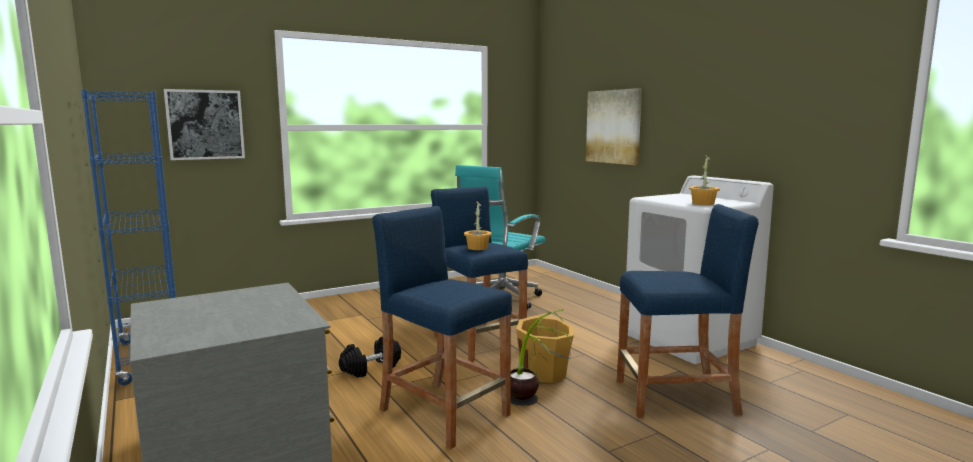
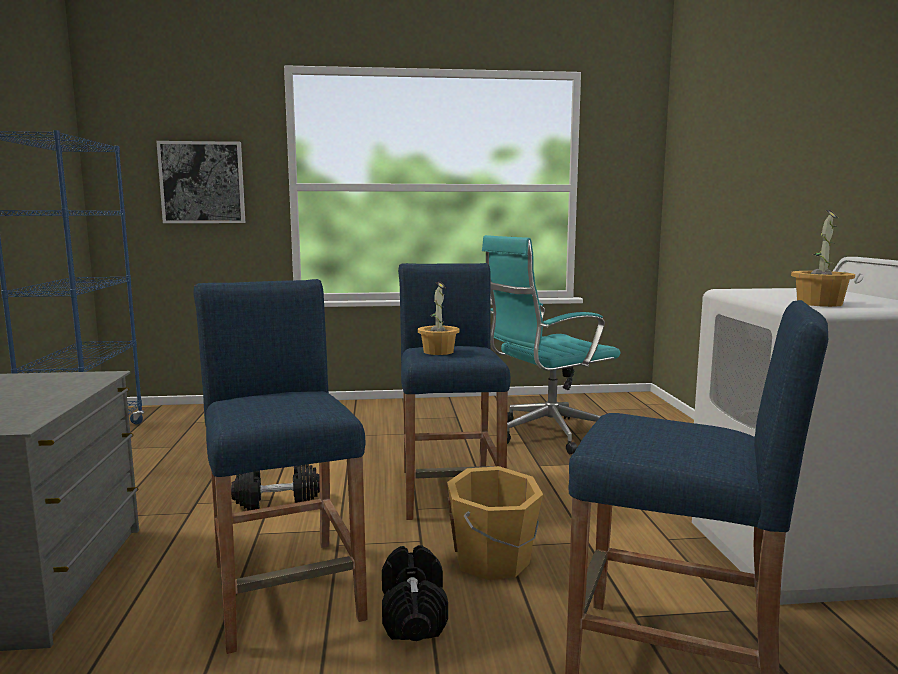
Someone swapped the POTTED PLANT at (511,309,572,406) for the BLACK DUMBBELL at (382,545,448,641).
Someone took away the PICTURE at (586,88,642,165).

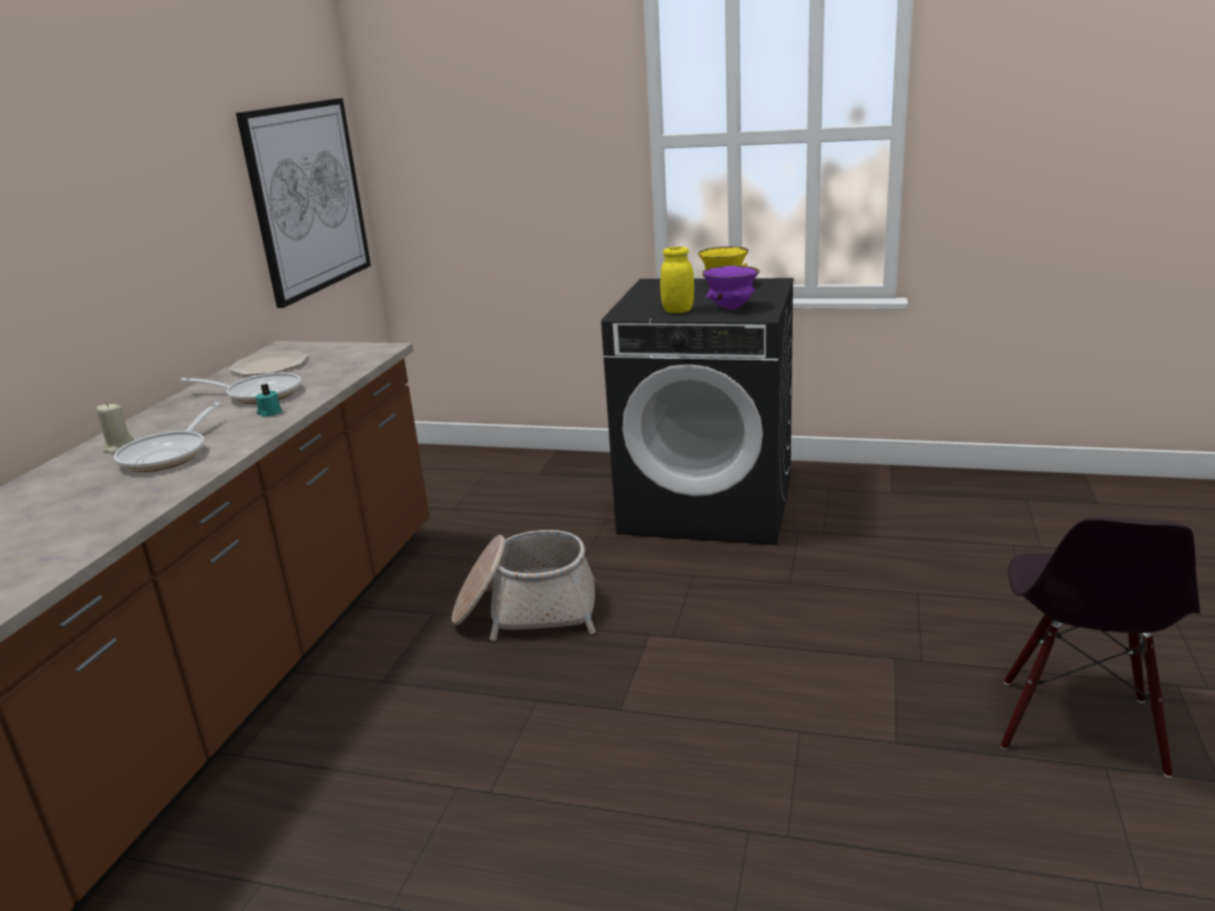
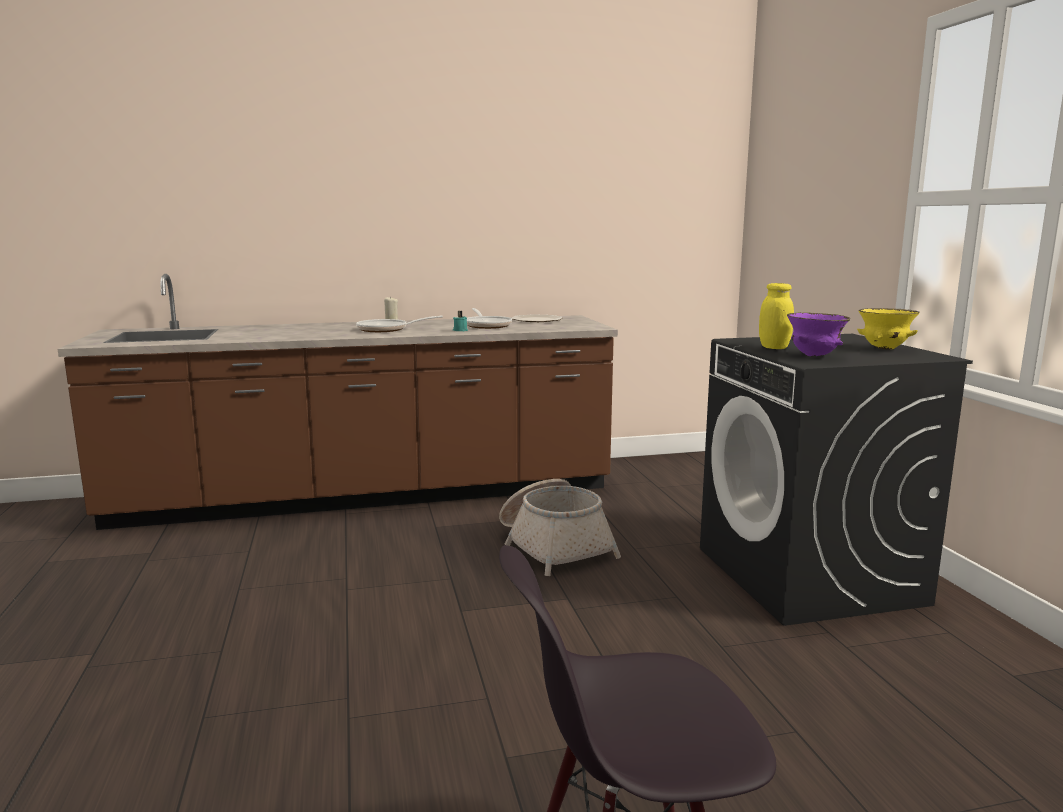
Someone took away the PICTURE at (236,98,371,308).

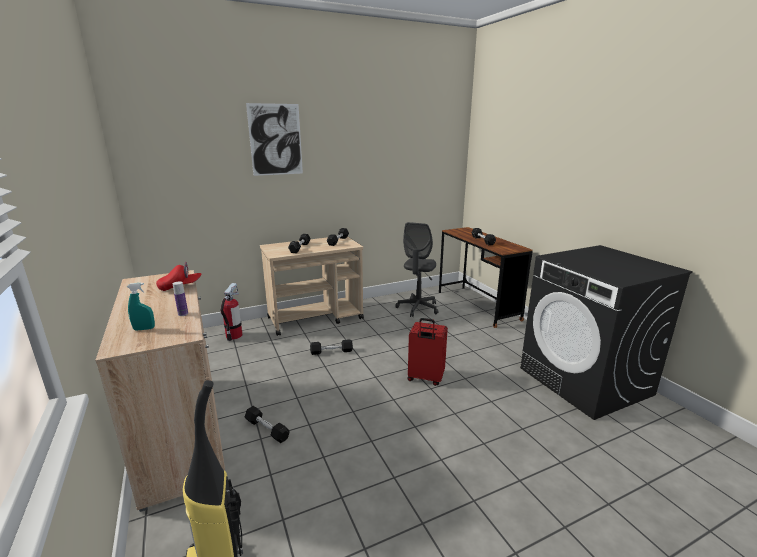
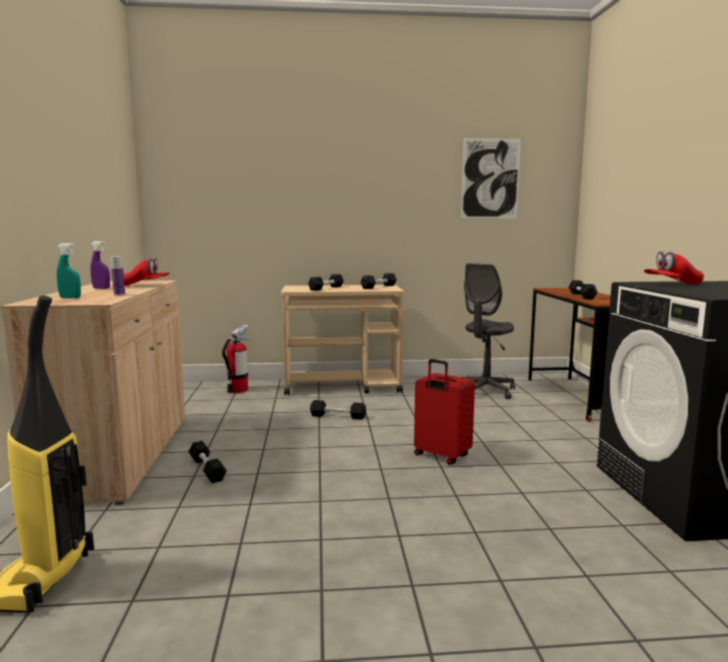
Someone carried the PICTURE from (246,103,303,176) to (461,138,521,218).
Someone put down the PURPLE SPRAY BOTTLE at (91,241,110,289).
Someone put down the RED CAP at (644,251,704,285).

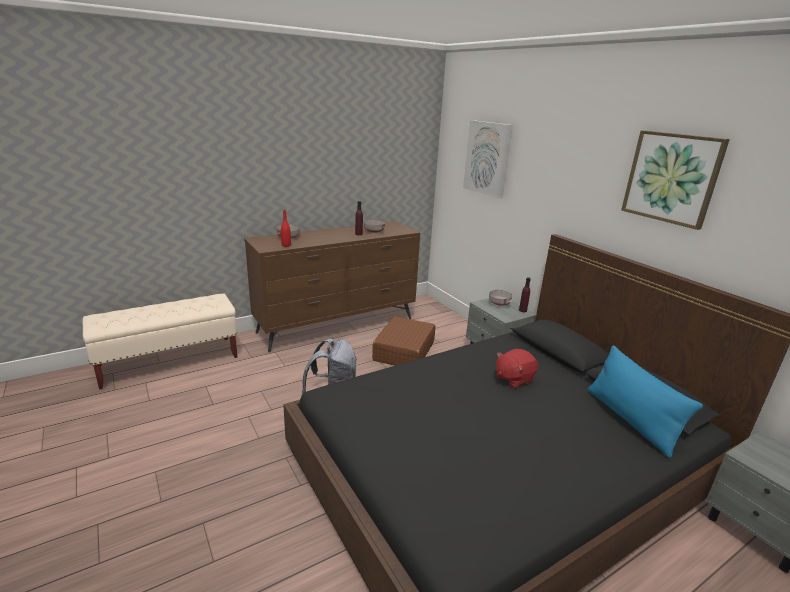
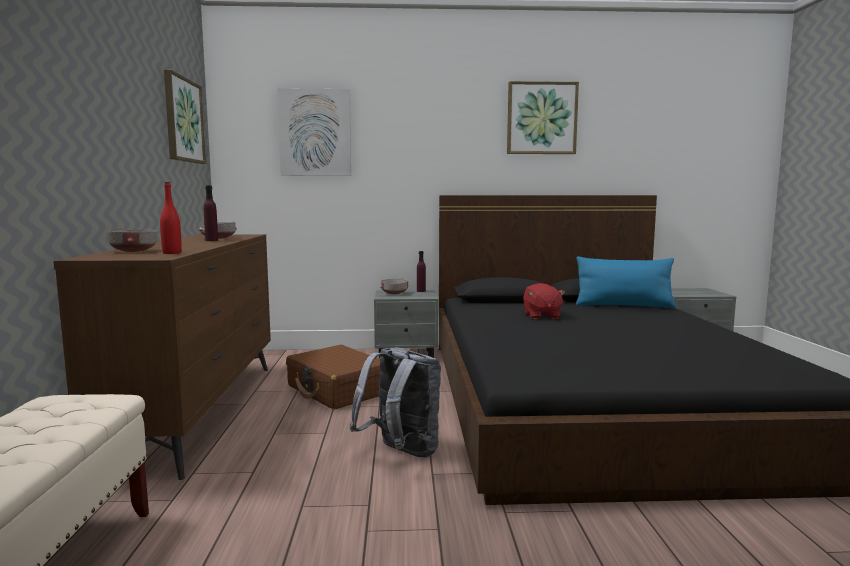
Someone put up the PICTURE at (164,69,206,164).

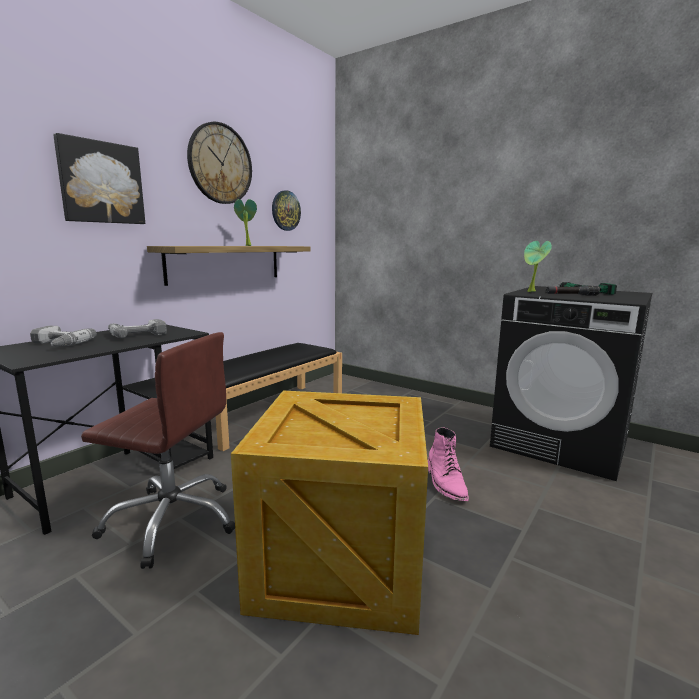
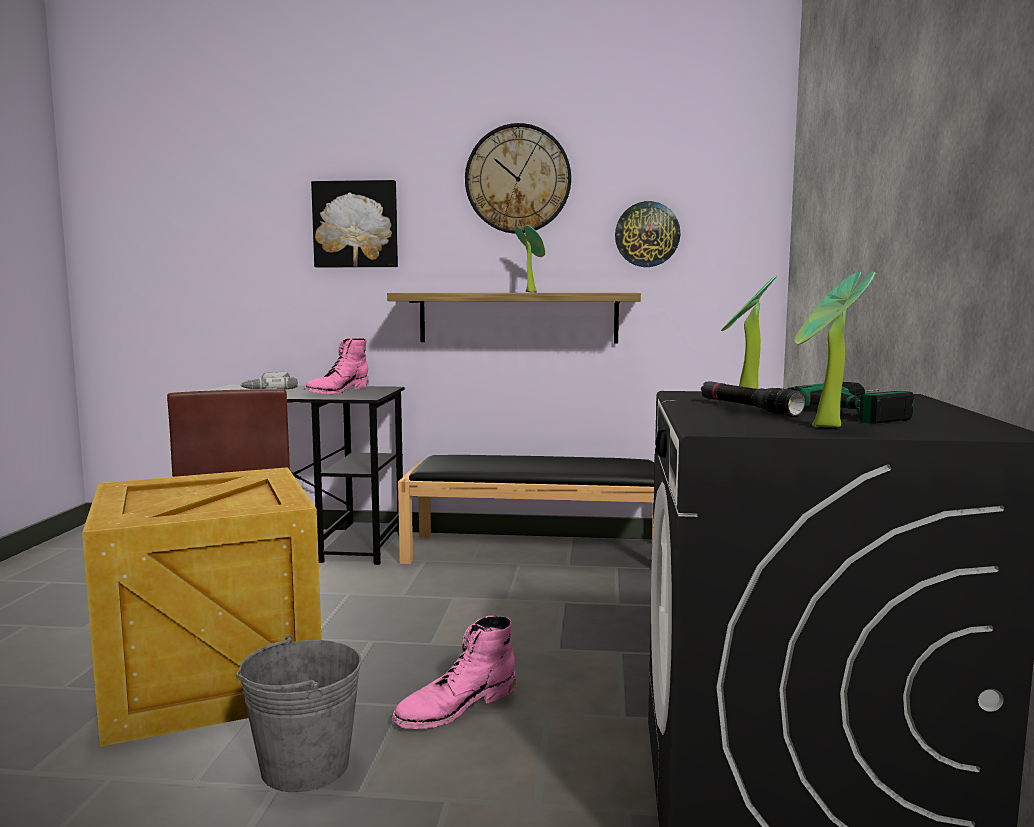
Someone swapped the POWER DRILL at (108,319,167,338) for the PINK BOOT at (304,338,369,394).
Someone put down the GREY BUCKET at (236,635,361,792).
Someone put down the POTTED PLANT at (794,271,875,427).

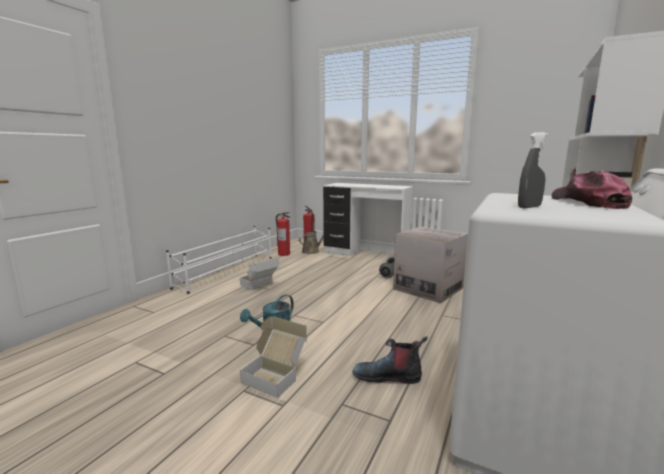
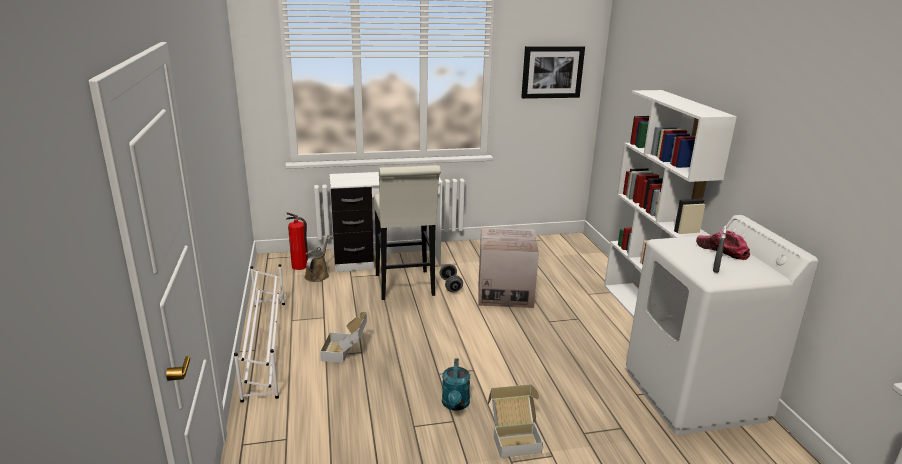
Someone took away the FIRE EXTINGUISHER at (276,212,290,256).
Someone took away the BOOT at (352,336,428,384).
Someone put down the WHITE STOOL at (374,165,441,300).
Someone put up the PICTURE at (521,46,585,99).

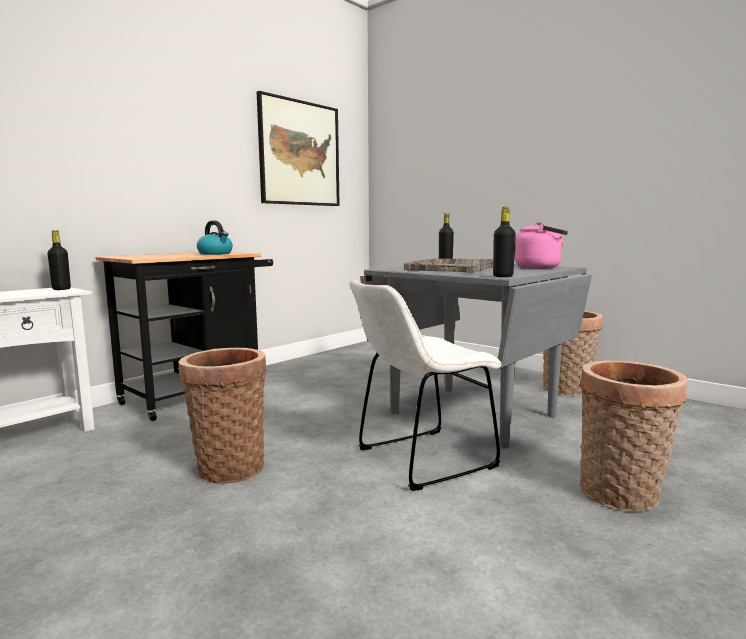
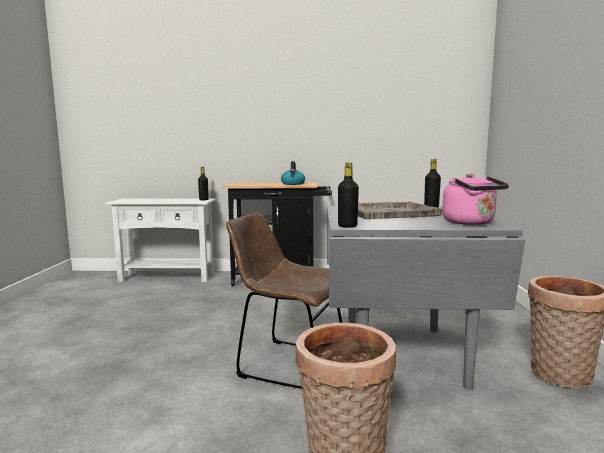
Someone took away the BASKET at (178,348,267,484).
Someone took away the PICTURE at (257,91,340,206).
Someone repainted the WHITE CHAIR at (349,279,502,491), which became the BROWN CHAIR at (226,213,342,389).

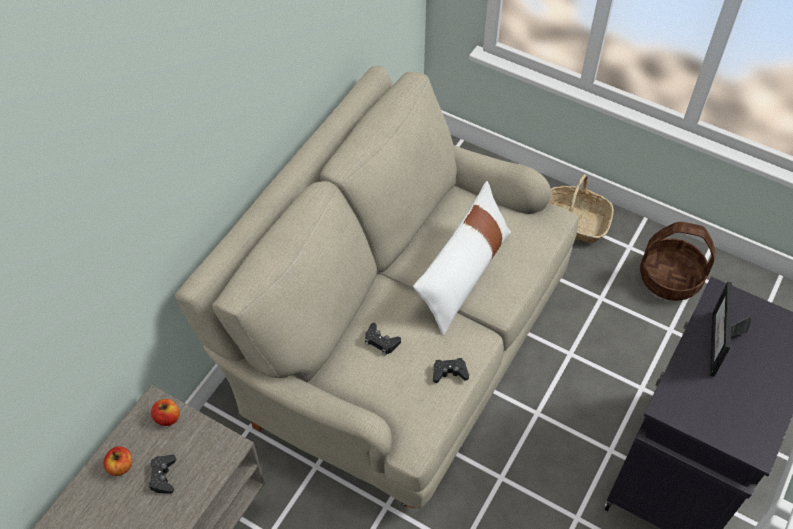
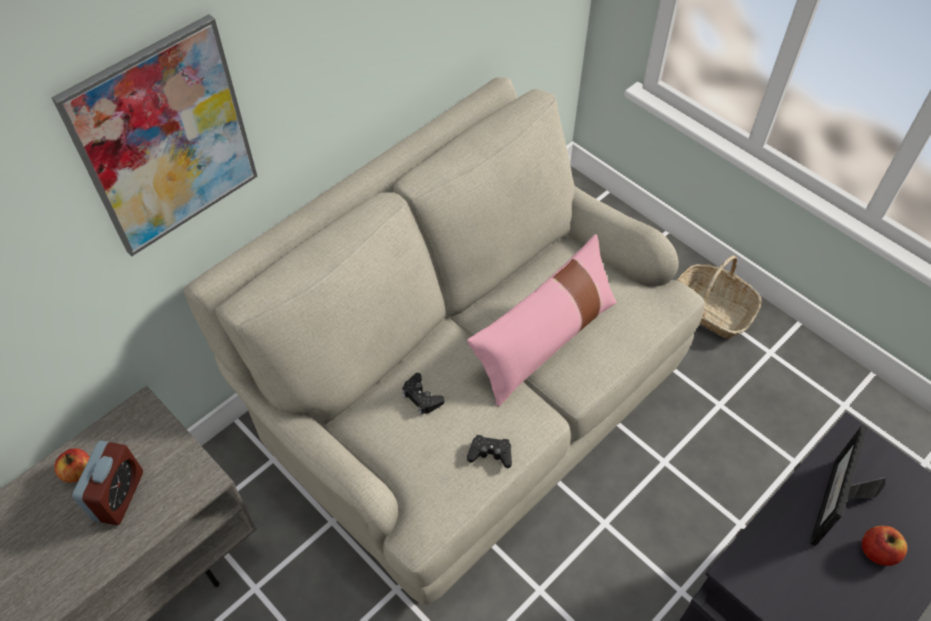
Someone swapped the BLACK GAME CONTROLLER at (149,454,176,494) for the ALARM CLOCK at (72,441,143,525).
Someone carried the APPLE from (151,399,180,426) to (862,526,907,566).
Someone repainted the WHITE PILLOW at (413,181,511,336), which became the PINK PILLOW at (467,234,617,407).
Someone took away the BASKET at (640,222,715,301).
Someone put up the PICTURE at (52,14,258,257).

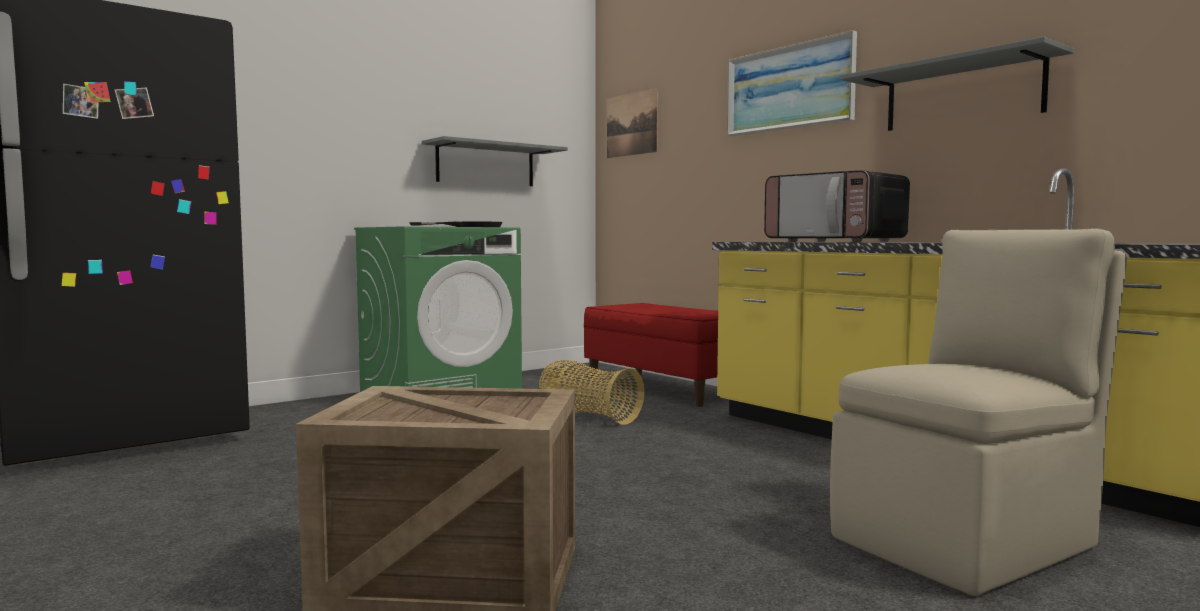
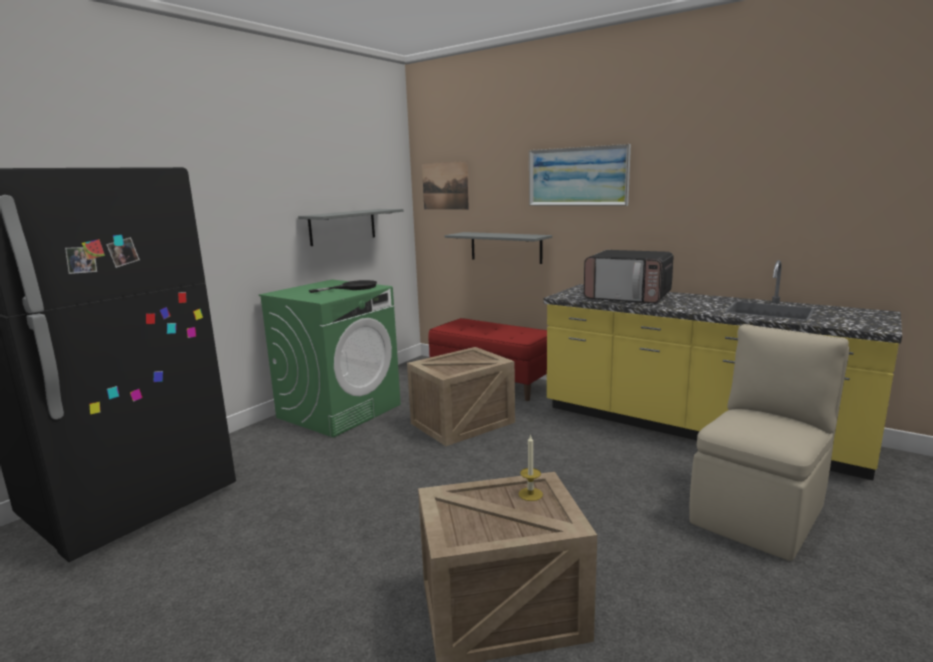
Someone swapped the BASKET at (539,360,645,425) for the CRATE at (407,347,515,446).
Someone carried the GREY SHELF from (840,37,1074,131) to (445,232,552,264).
Someone put down the CANDLE at (518,434,543,501).

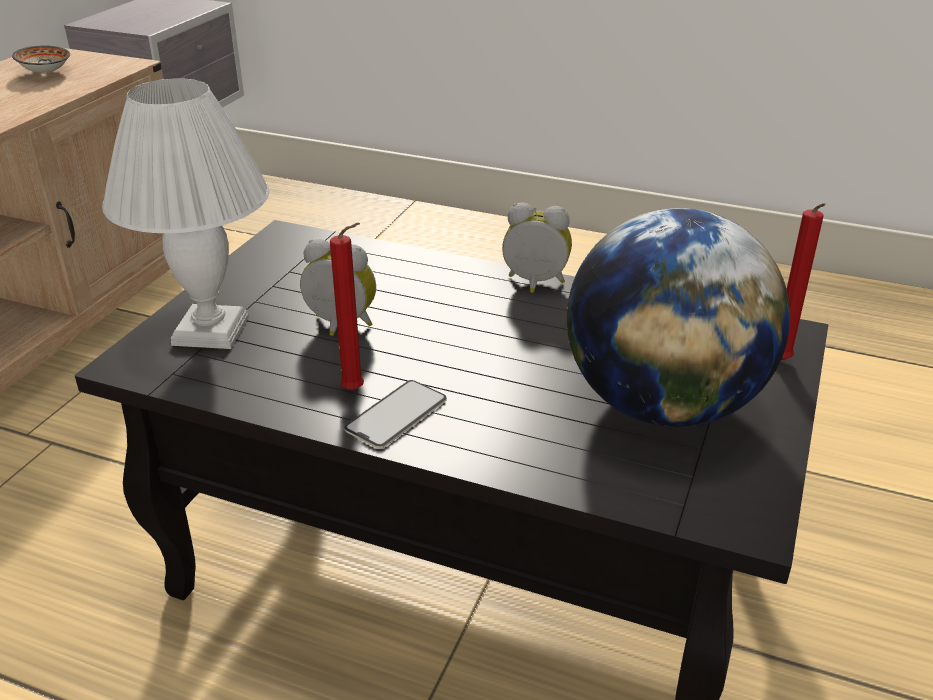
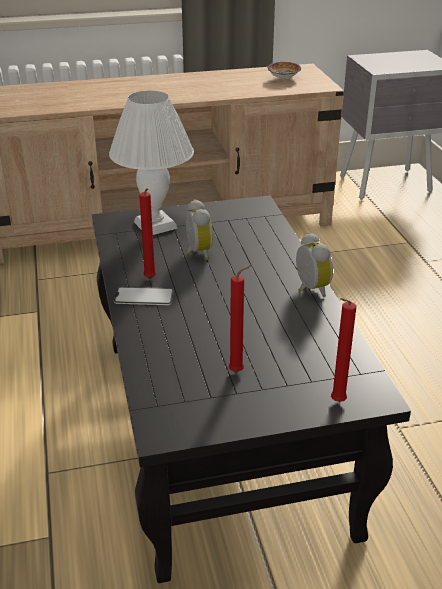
Someone swapped the GLOBE at (567,208,790,427) for the RED CANDLE at (229,265,252,372).

